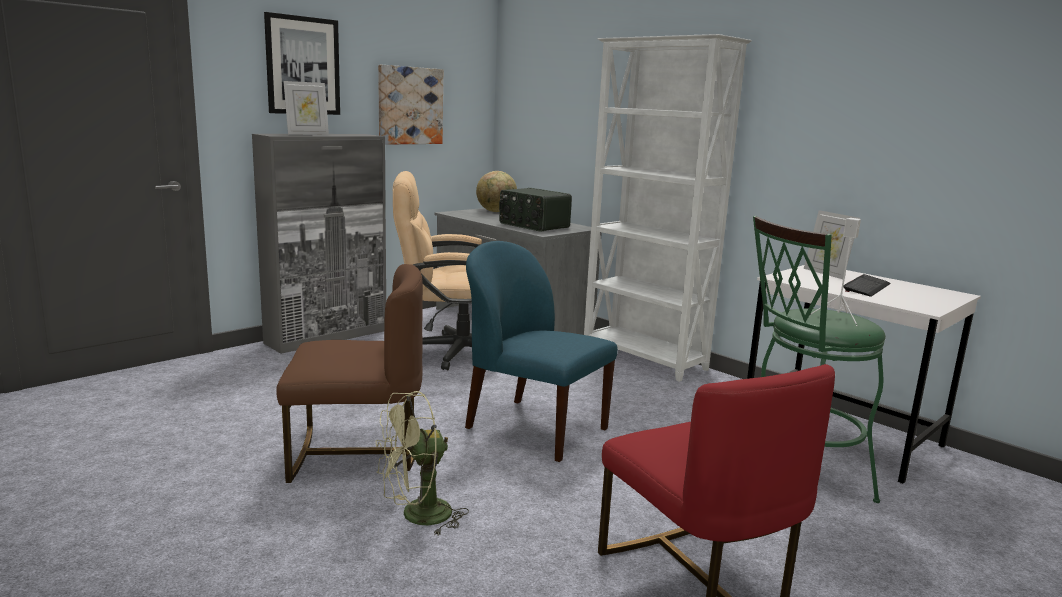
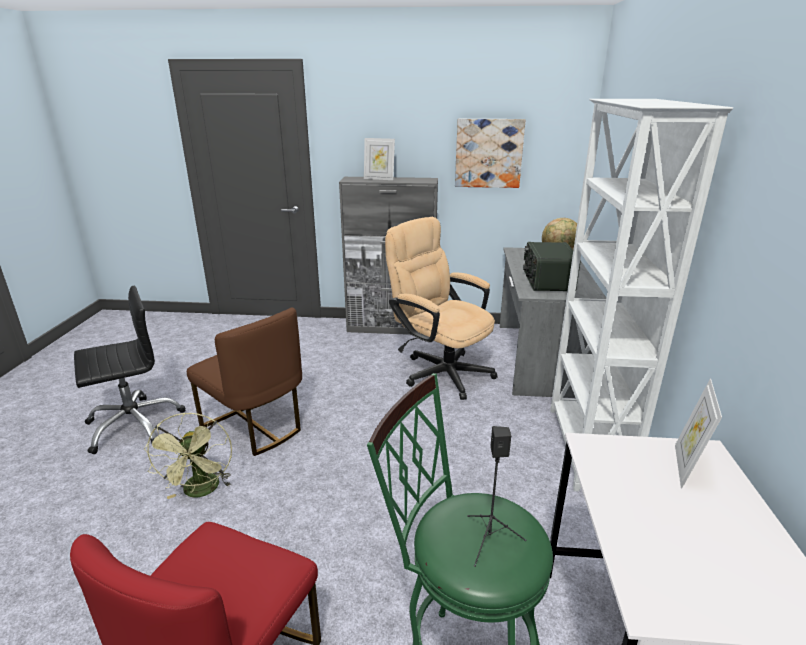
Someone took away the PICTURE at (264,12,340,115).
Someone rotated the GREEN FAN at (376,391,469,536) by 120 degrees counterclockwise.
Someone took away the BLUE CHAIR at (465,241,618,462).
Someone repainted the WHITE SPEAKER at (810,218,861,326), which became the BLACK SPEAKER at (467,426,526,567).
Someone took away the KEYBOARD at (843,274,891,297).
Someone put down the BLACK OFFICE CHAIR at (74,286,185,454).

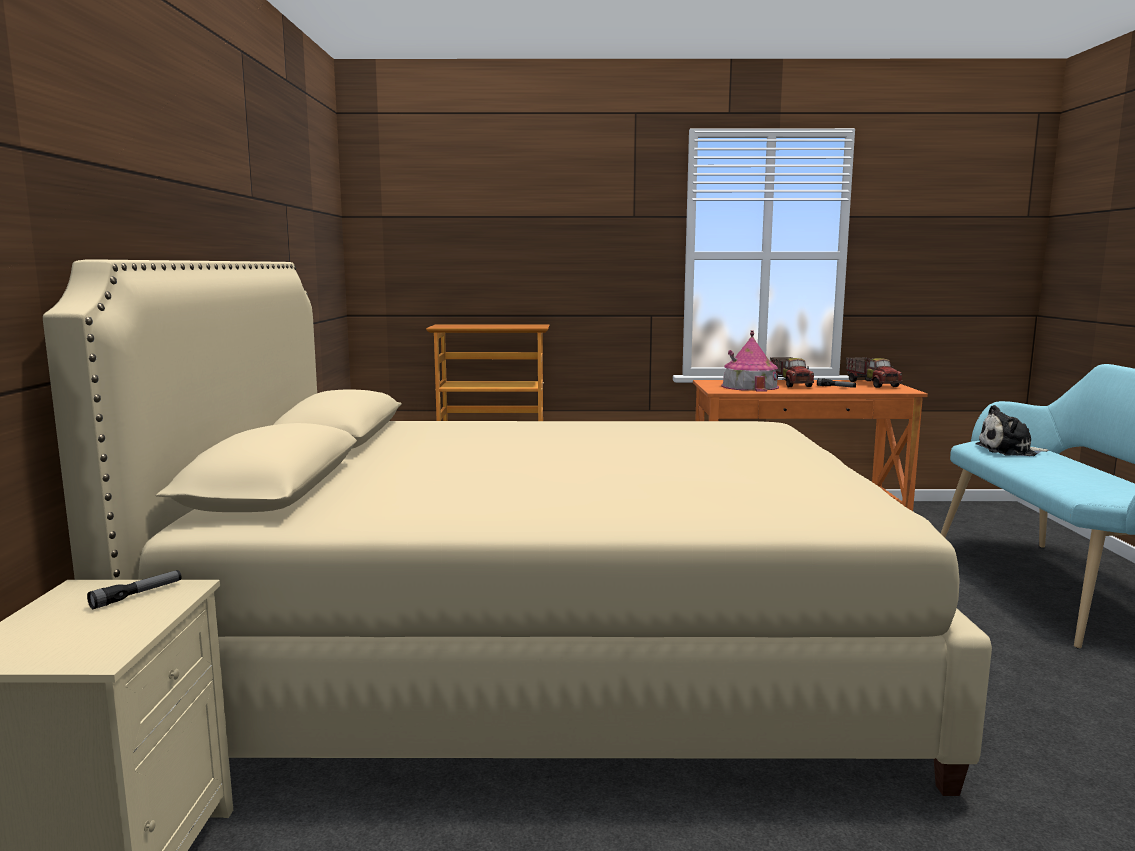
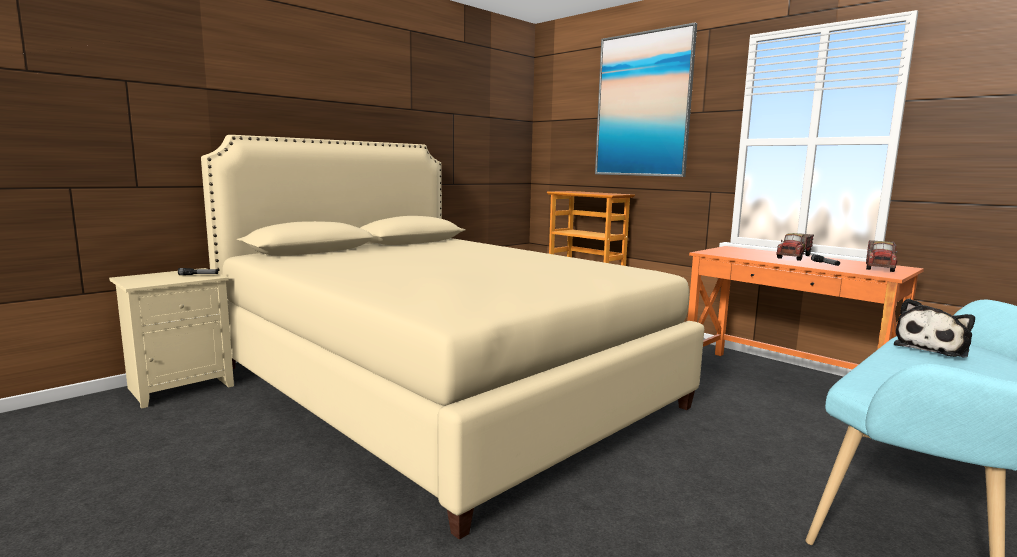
Someone took away the TOY HOUSE at (721,330,779,392).
Someone rotated the PLUSH TOY at (975,405,1049,456) by 90 degrees counterclockwise.
Someone put up the PICTURE at (595,23,697,177).

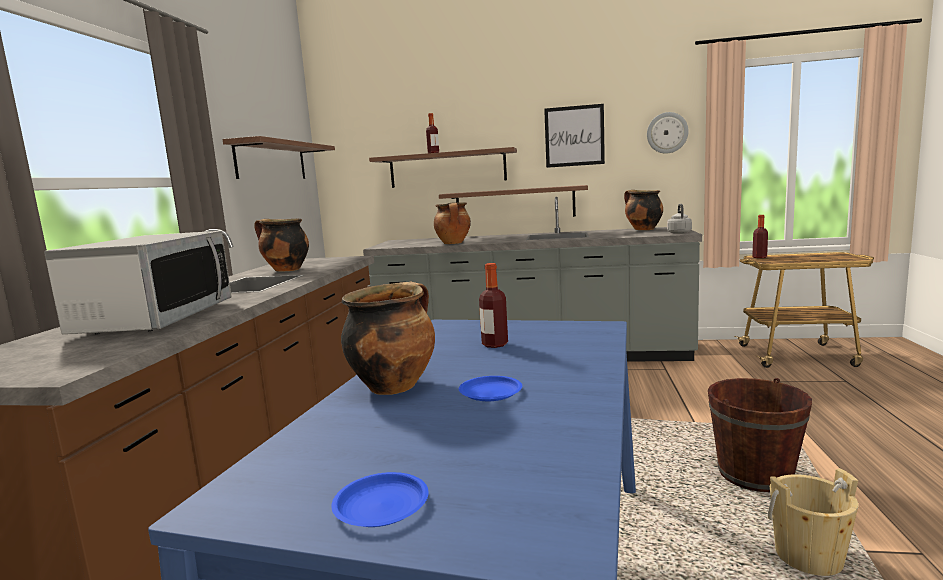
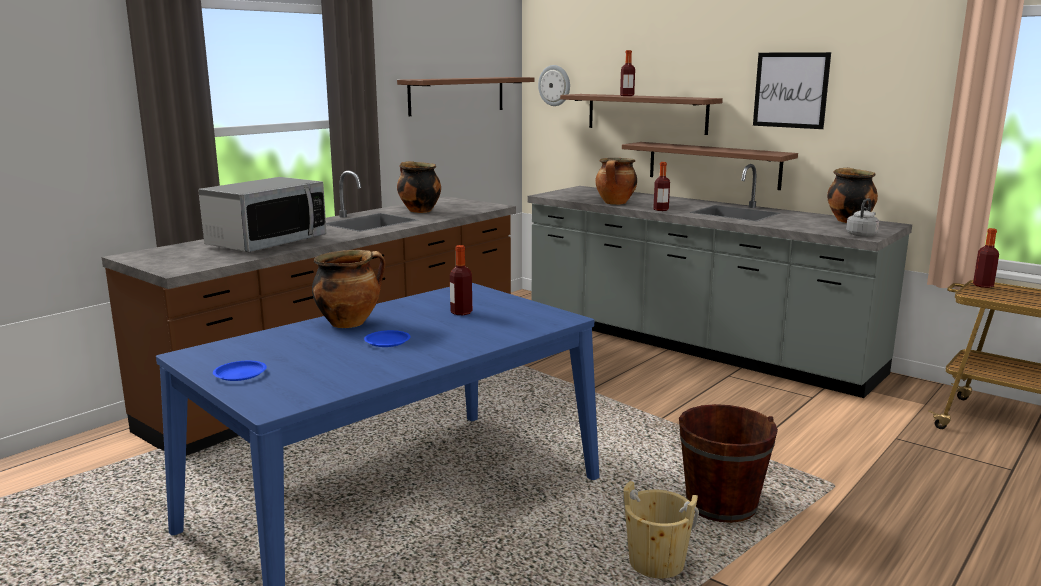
Someone carried the WALL CLOCK from (647,112,689,154) to (538,65,570,106).
Someone put down the BOTTLE at (653,162,670,211).

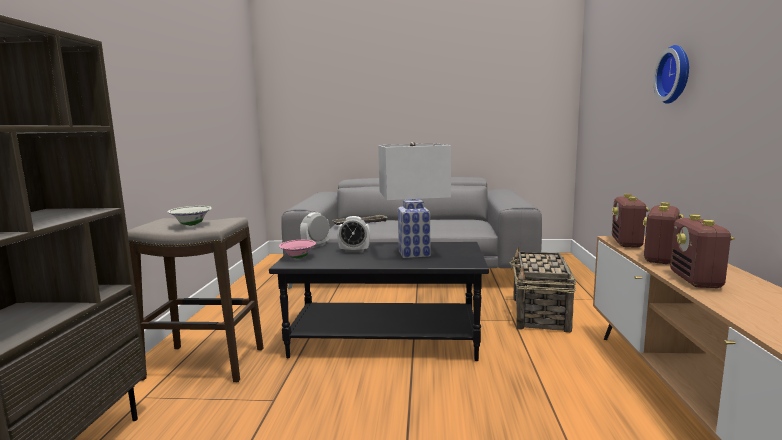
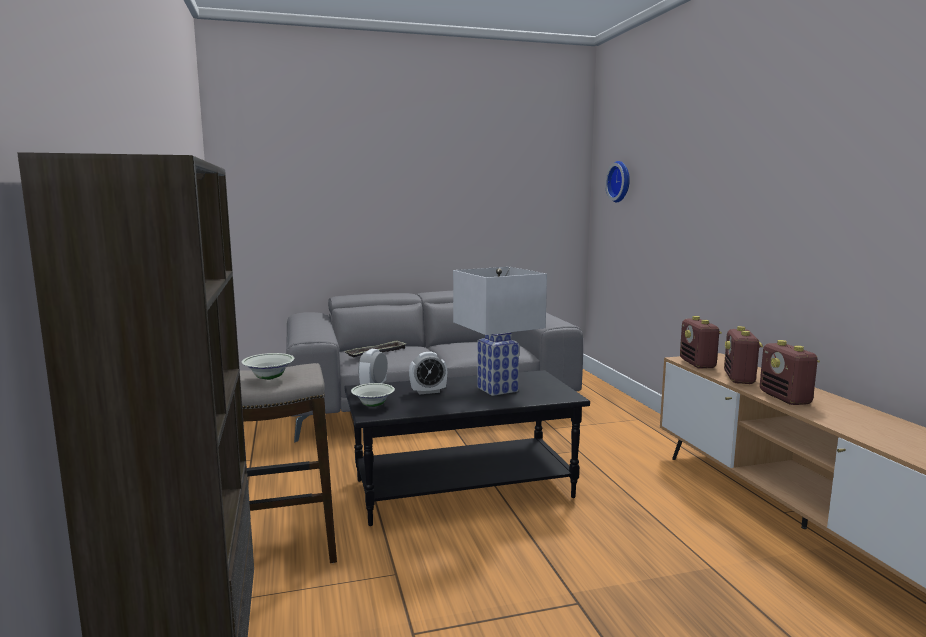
Someone repainted the PINK BOWL at (279,240,316,259), which became the WHITE BOWL at (351,383,395,407).
Someone took away the BASKET at (510,247,576,333).
Someone carried the WALL CLOCK from (653,45,689,104) to (605,161,630,203).

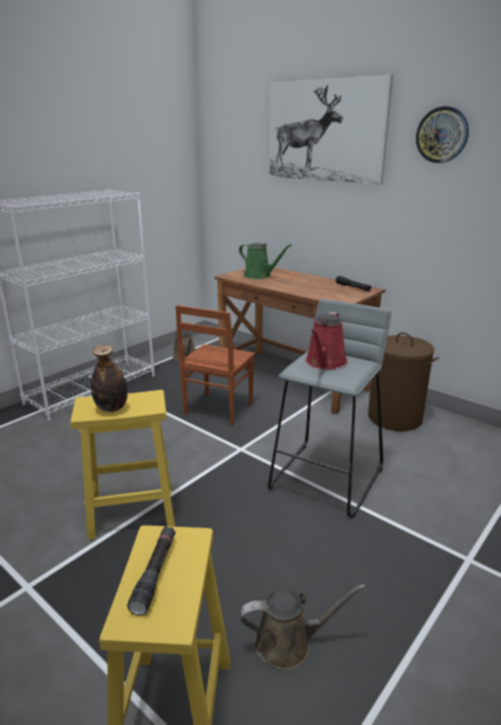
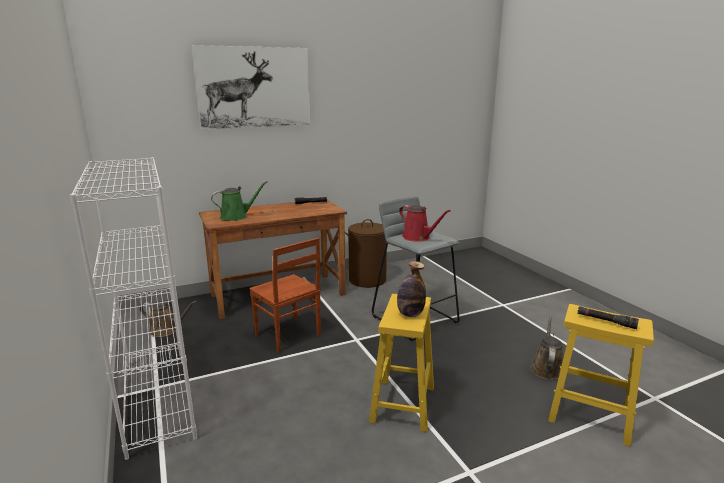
Someone took away the WALL CLOCK at (416,106,469,163).

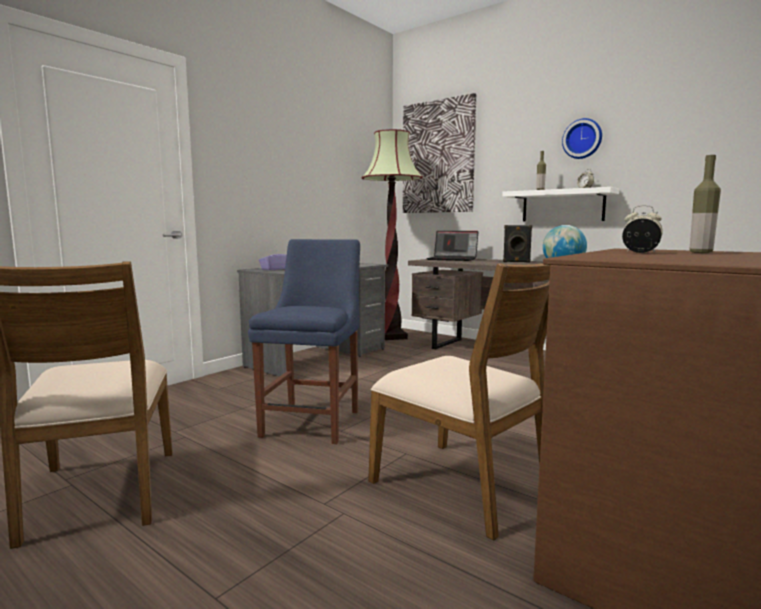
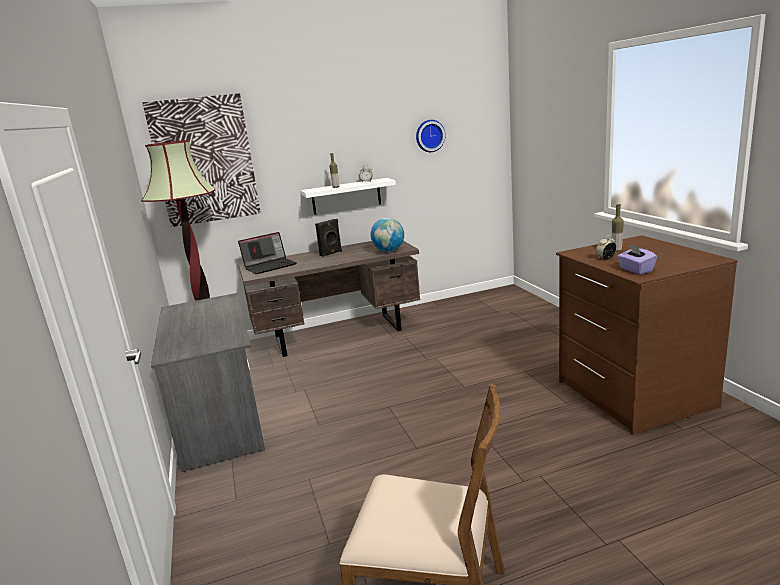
Someone took away the BLUE CHAIR at (248,239,360,444).
Someone carried the PURPLE TISSUE BOX from (259,249,287,270) to (617,245,657,274).
Someone took away the BROWN CHAIR at (368,263,551,541).
Someone carried the WALL CLOCK from (562,118,602,159) to (416,120,446,152).

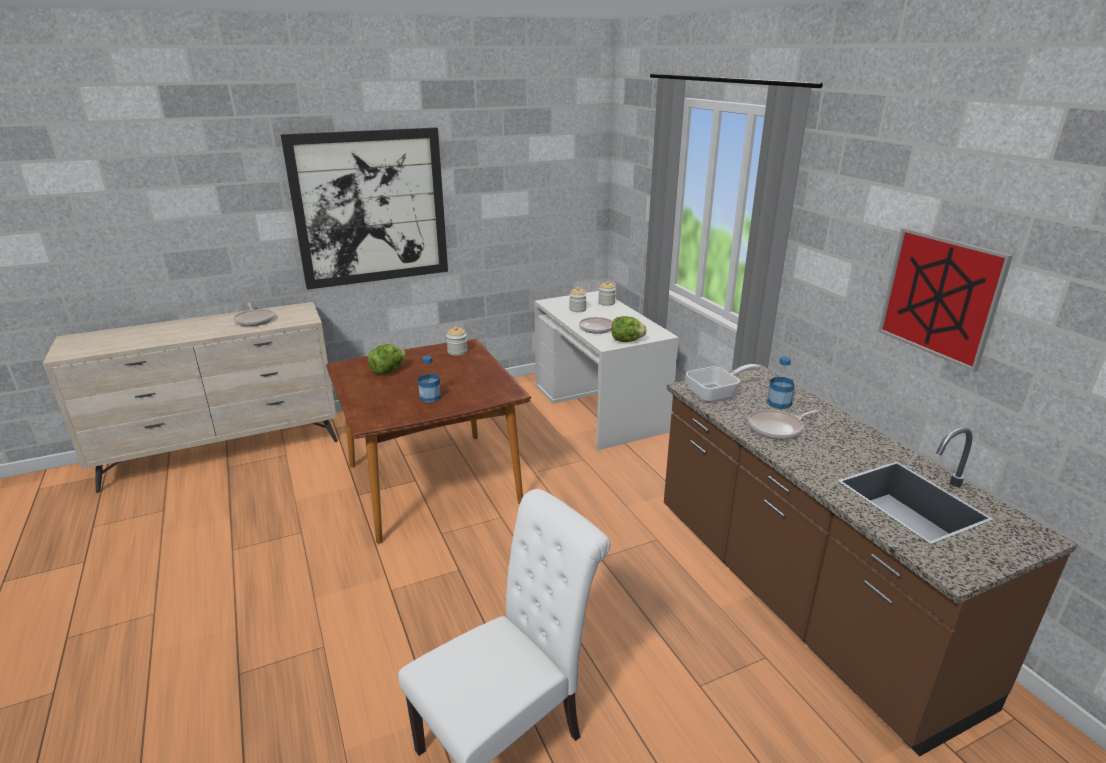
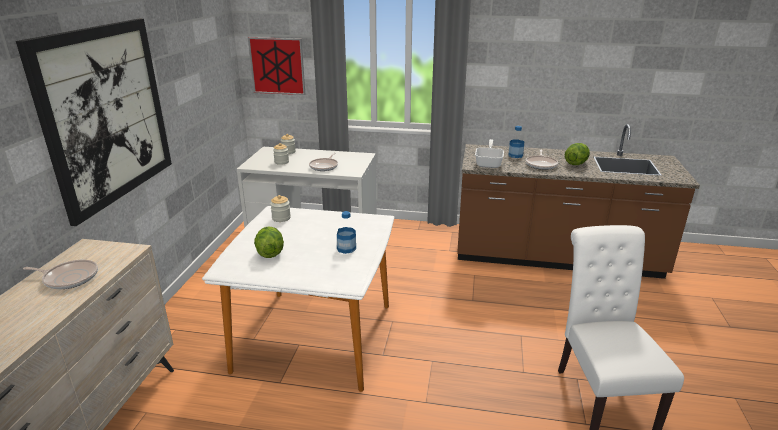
Someone repainted the BROWN DINING TABLE at (326,339,531,544), which became the WHITE DINING TABLE at (202,206,395,392).
Someone carried the LETTUCE from (611,316,647,342) to (565,143,590,165).
Someone carried the PICTURE from (878,228,1013,371) to (248,37,305,95).

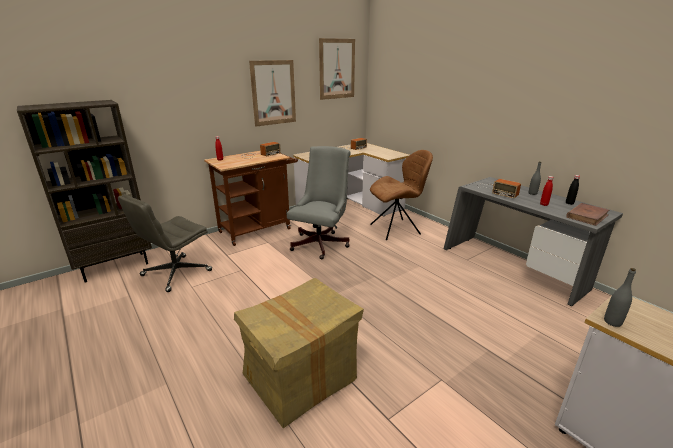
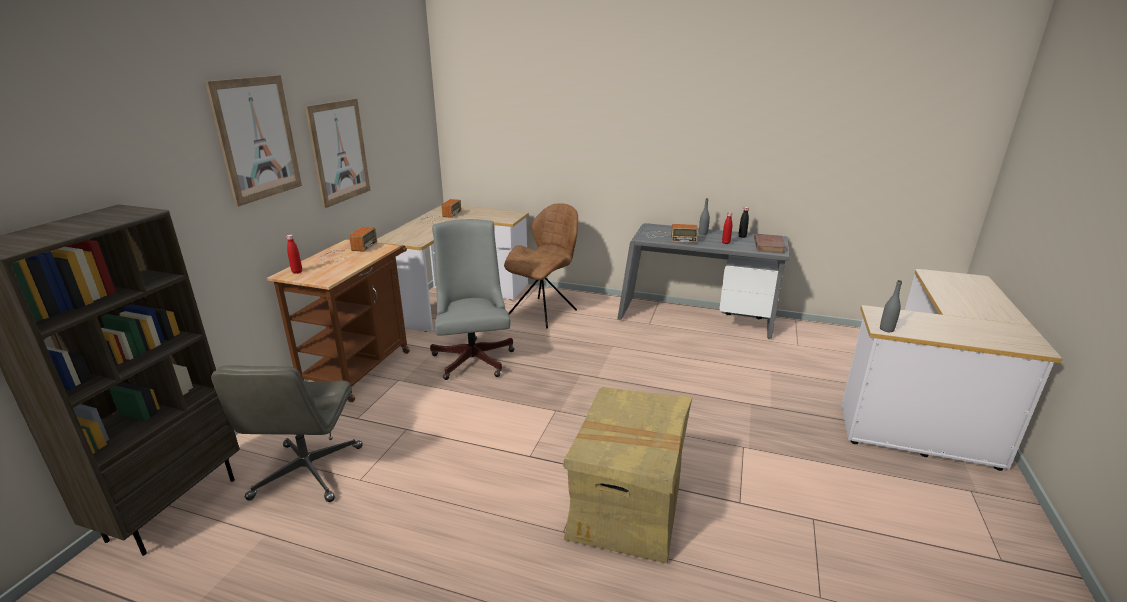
Someone carried the PICTURE from (319,38,355,100) to (205,75,302,207).

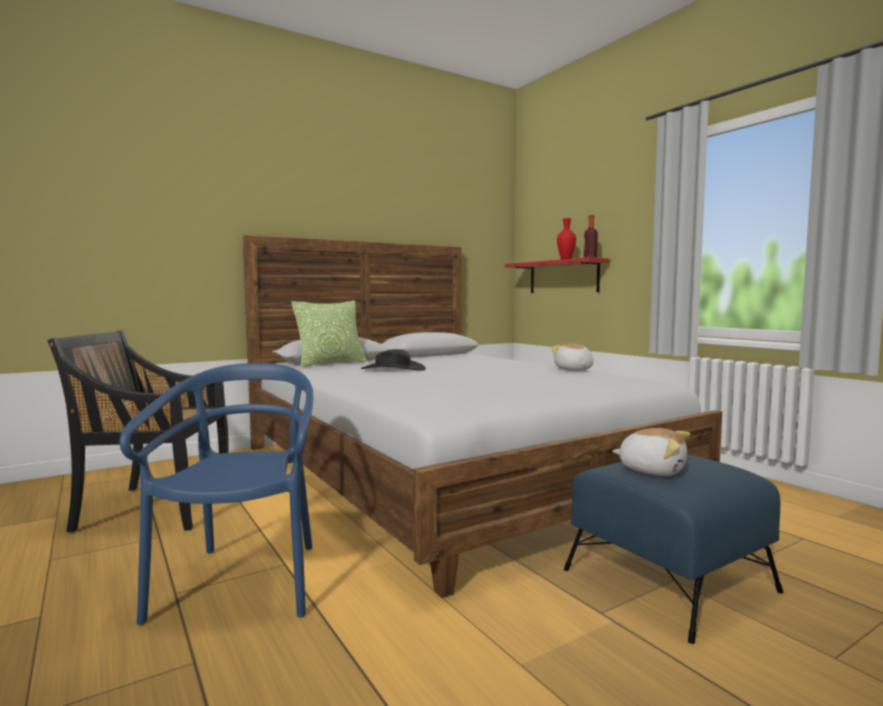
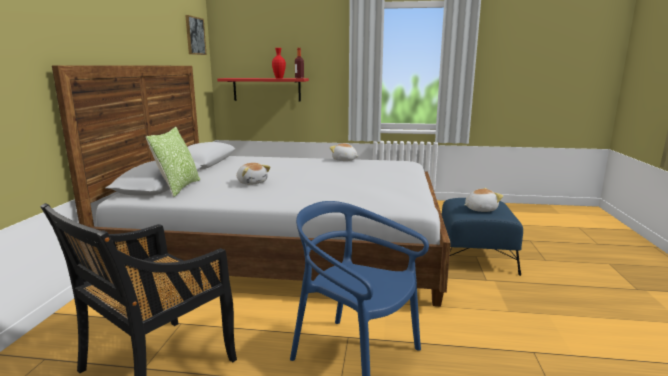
Someone swapped the BLACK HAT at (361,349,426,371) for the PLUSH TOY at (237,163,270,185).
Someone put up the PICTURE at (185,15,207,55).

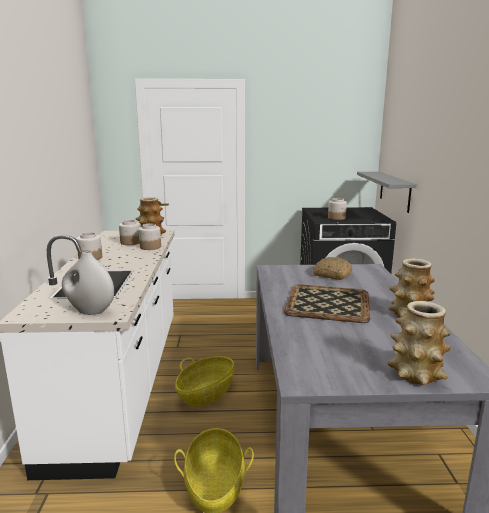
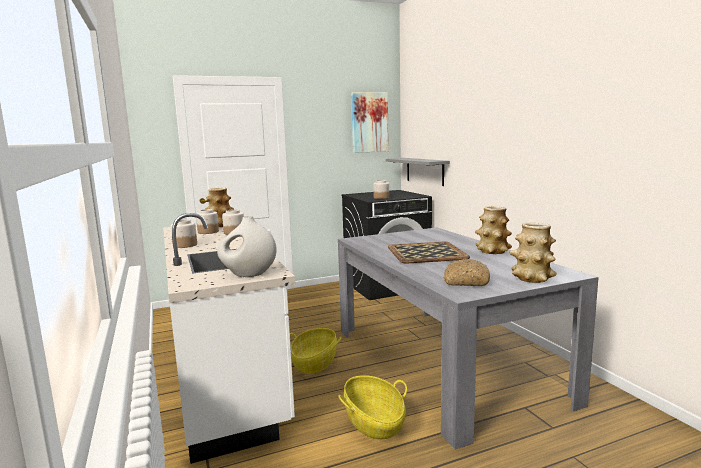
Someone carried the BREAD from (313,257,352,280) to (443,259,490,286).
Someone put up the PICTURE at (351,92,389,153).

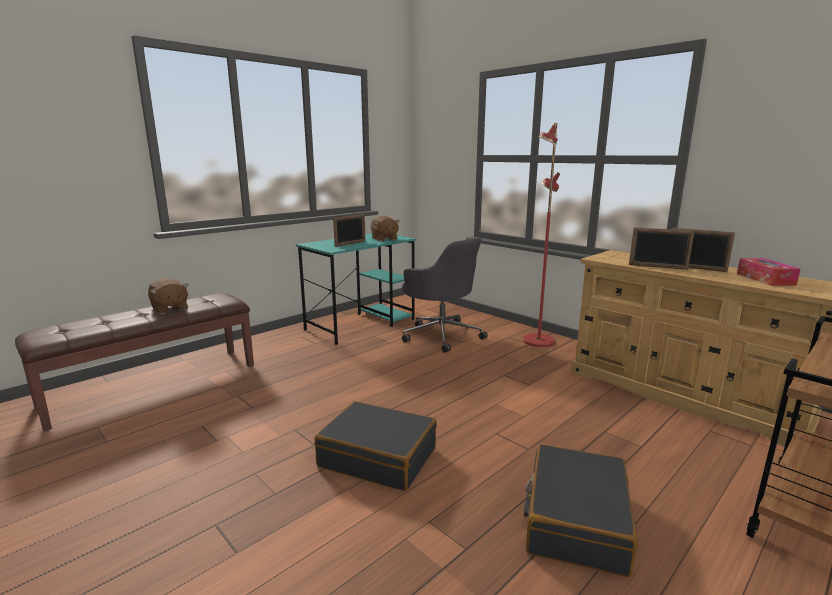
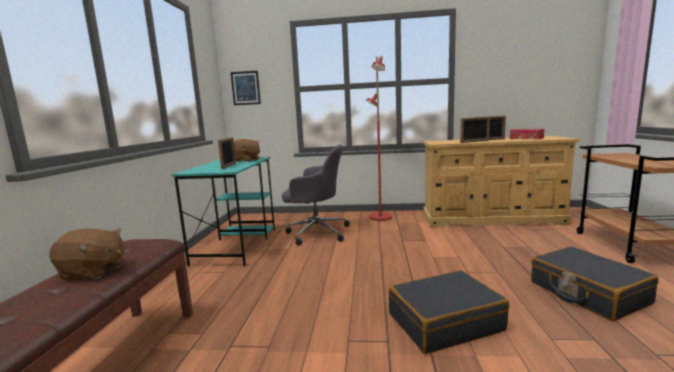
Someone put up the PICTURE at (230,71,261,105).

